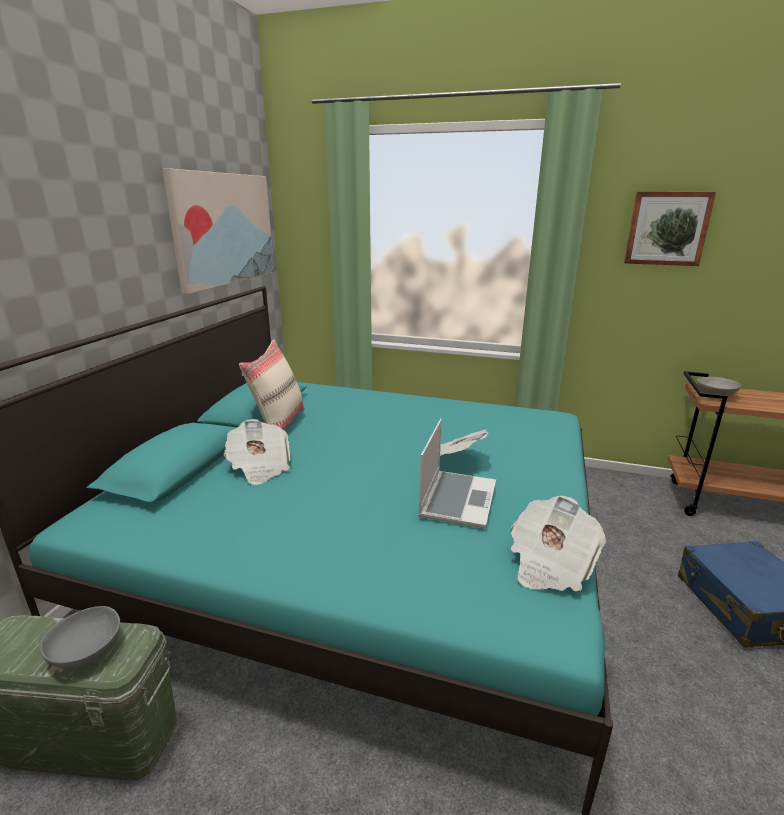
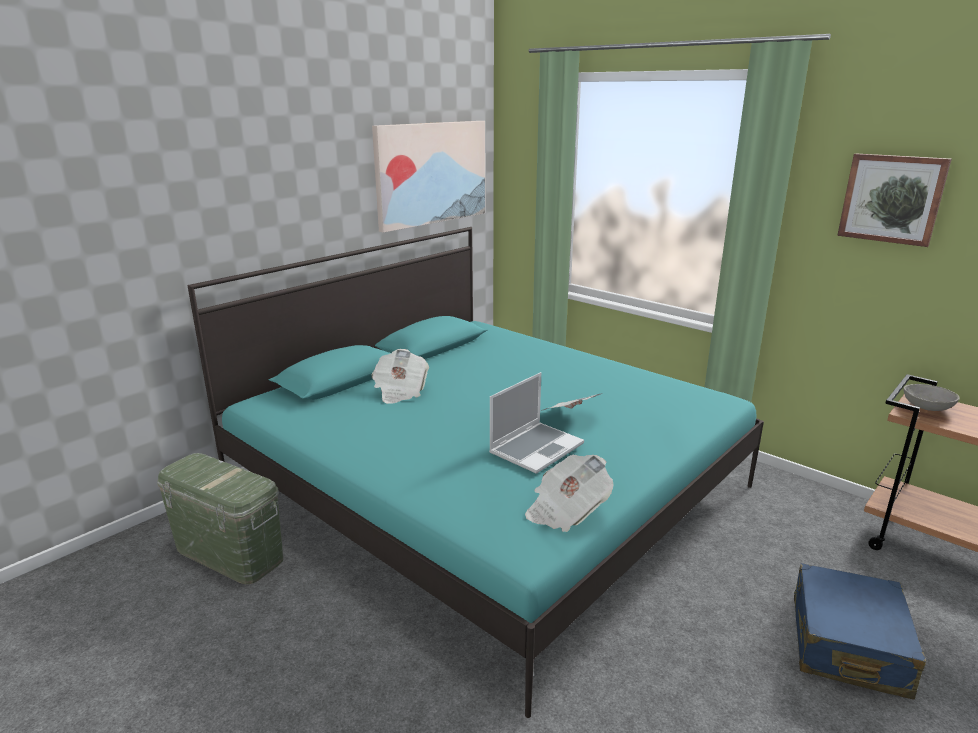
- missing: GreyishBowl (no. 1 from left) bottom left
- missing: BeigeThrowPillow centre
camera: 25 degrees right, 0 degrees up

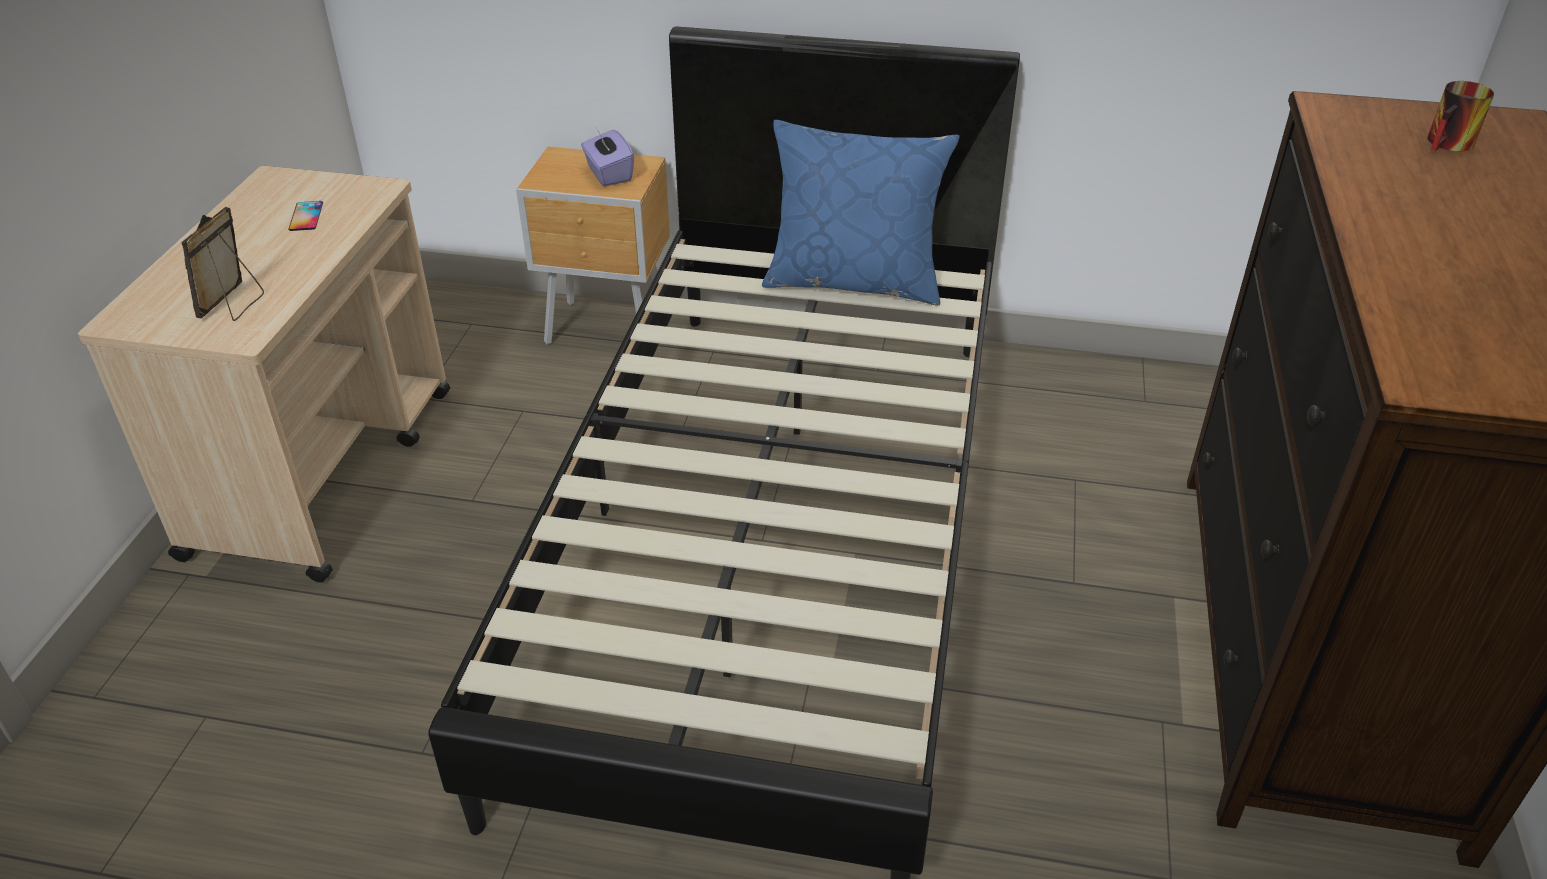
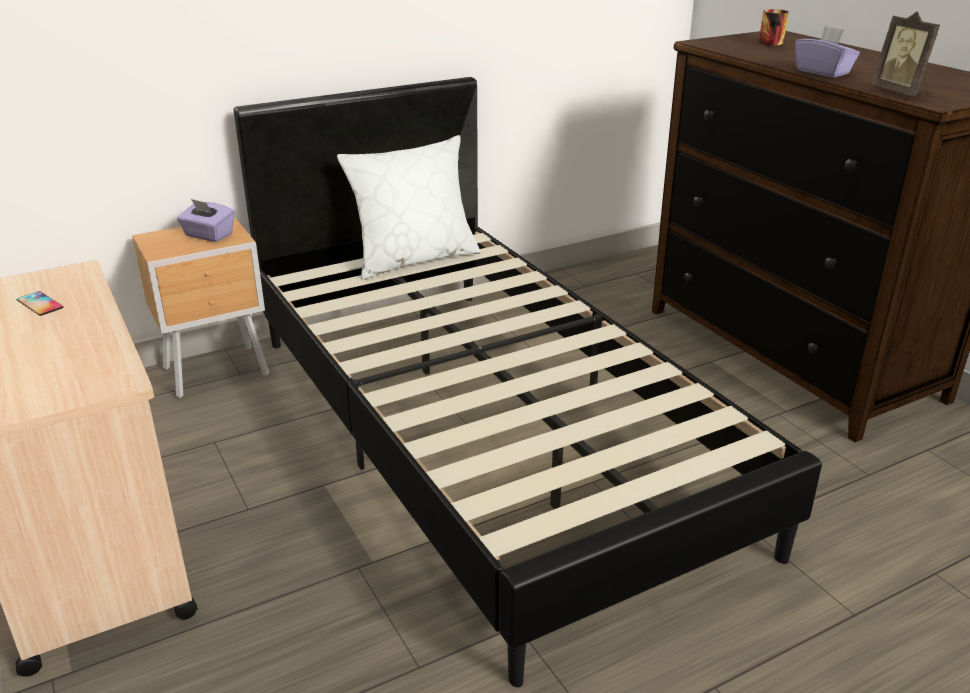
- relocated: PictureFrame top left to top right
- colour: BluishThrowPillow top centre to WhiteColouredThrowPillow top centre
- appeared: PurplishTissueBox (no. 2 from left) top right
camera: 40 degrees left, 10 degrees down

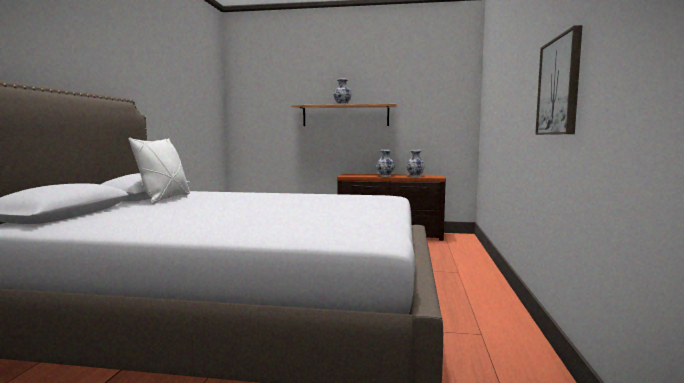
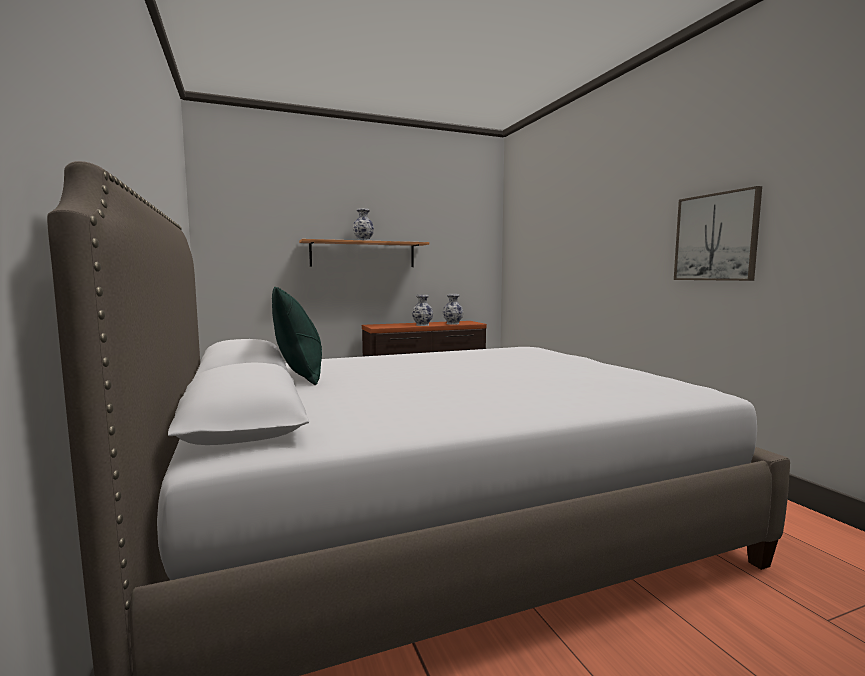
- colour: WhiteColouredThrowPillow middle left to GreenThrowPillow centre
camera: 30 degrees left, 0 degrees up

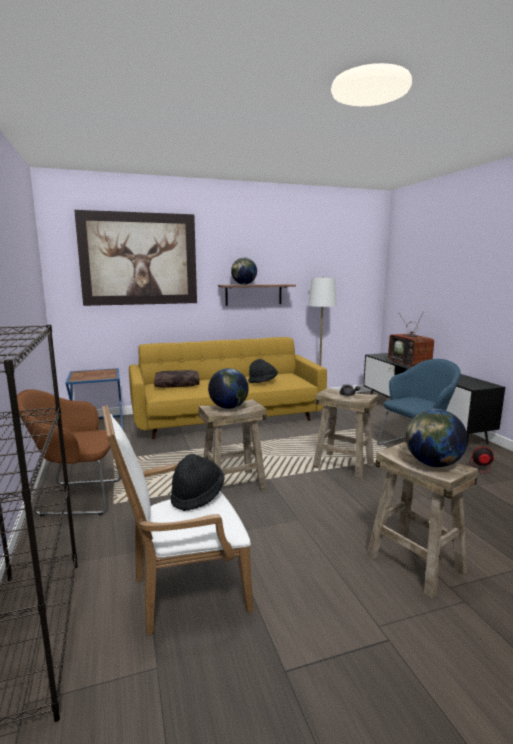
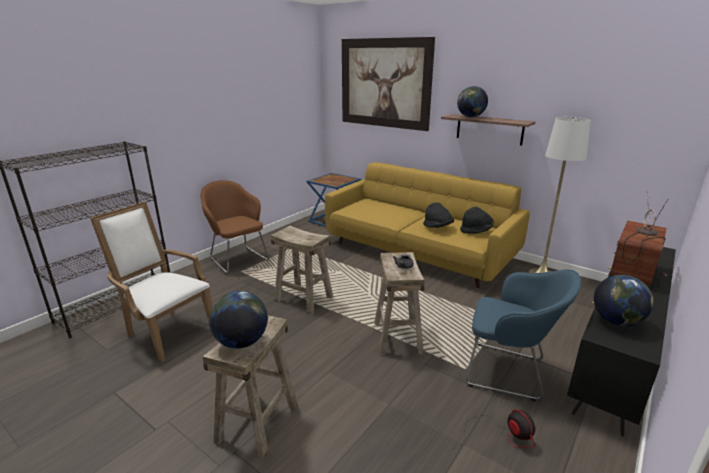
- missing: BrownishThrowPillow centre
- relocated: BlackishWearableHat (no. 1 from left in the first image) centre to BlackishWearableHat (no. 2 from left) middle right
- relocated: Globe (no. 1 from left in the first image) centre to Globe (no. 3 from left) middle right
camera: 55 degrees right, 10 degrees up

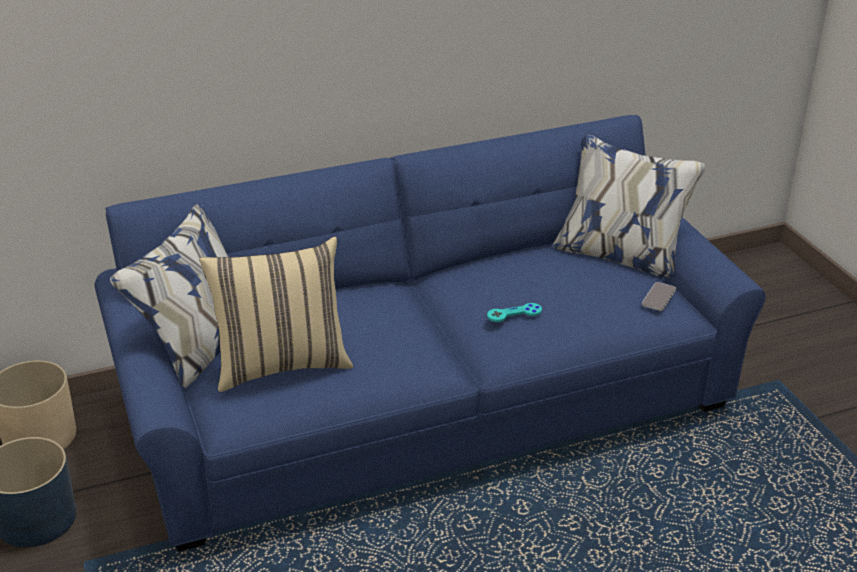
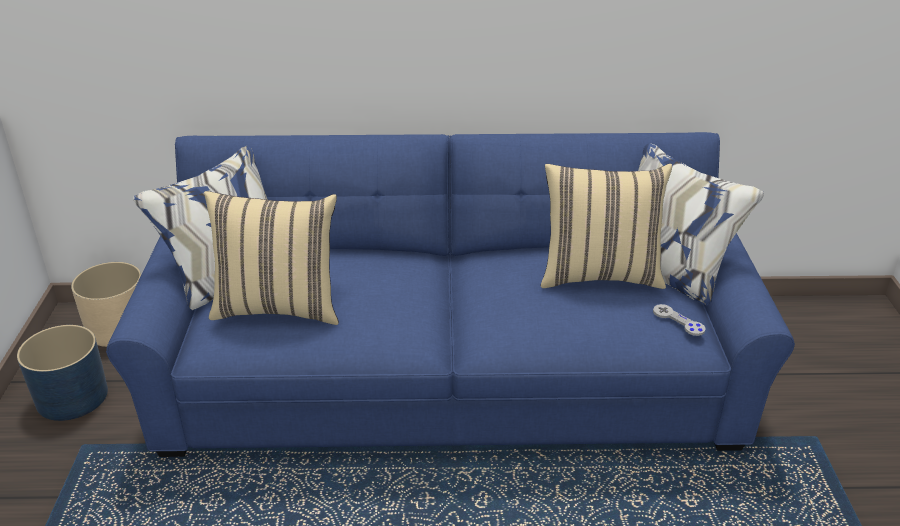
- missing: TurquoiseGamepad centre
- exchanged: Telephone middle right to GreyishGamepad middle right
- appeared: BeigeThrowPillow (no. 2 from left) middle right
camera: 20 degrees right, 0 degrees up

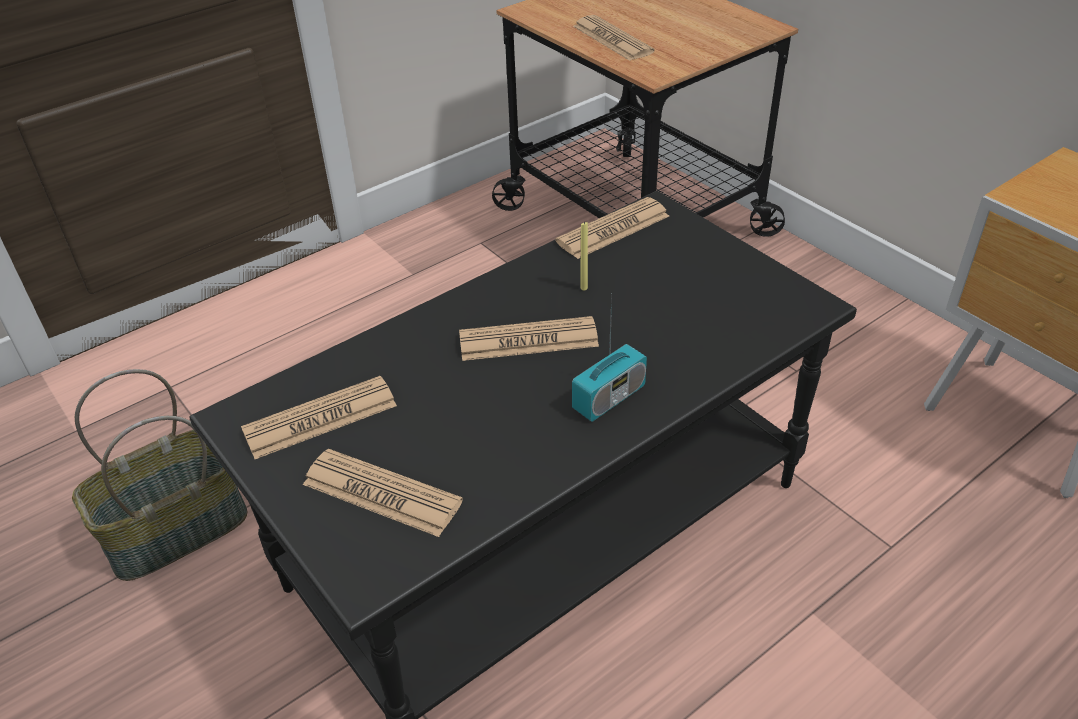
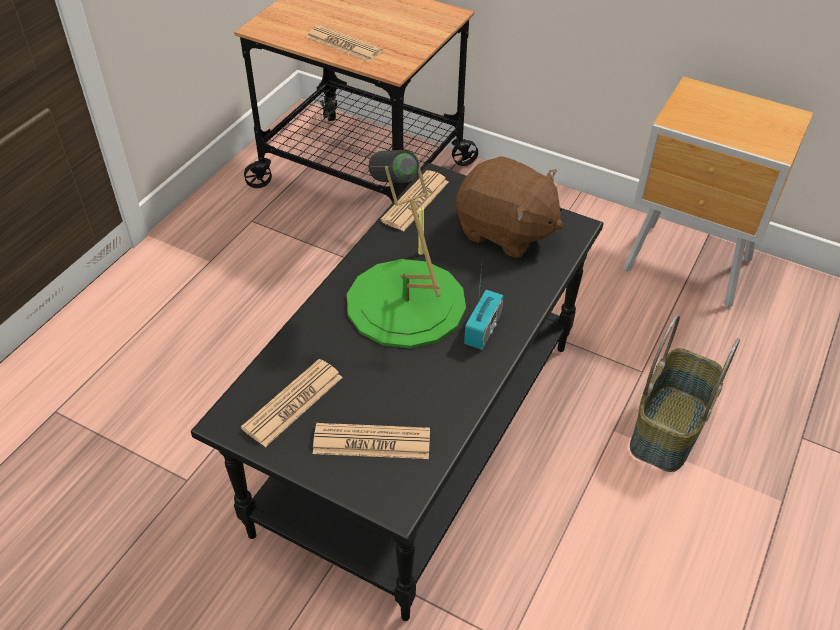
- relocated: HouseholdBasket middle left to middle right
- exchanged: PrintedPaper (no. 3 from left) centre to GreenLampForATable centre
- appeared: BrownishPlushToy top centre
camera: 25 degrees left, 5 degrees up

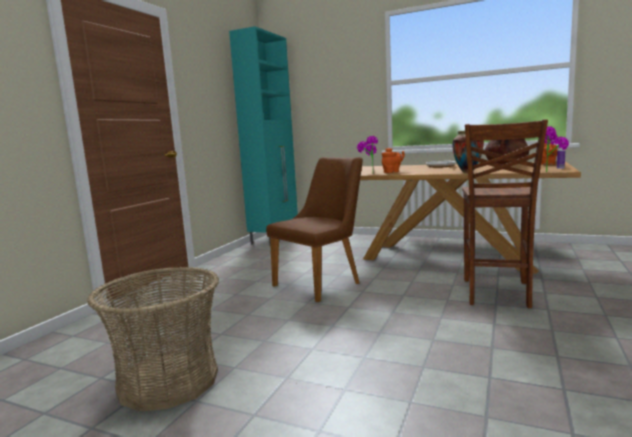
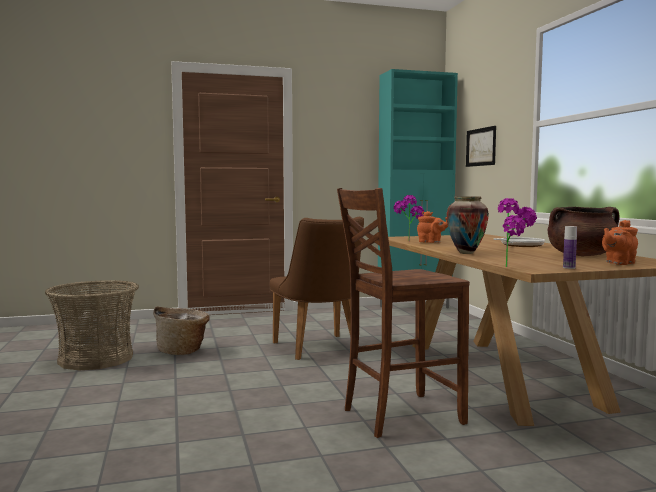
- spun: BrownishUprightChair (no. 1 from left) centre = centre 60 degrees clockwise
- appeared: HouseholdBasket (no. 2 from left) bottom left
- appeared: WallArt top right
camera: 50 degrees right, 5 degrees down

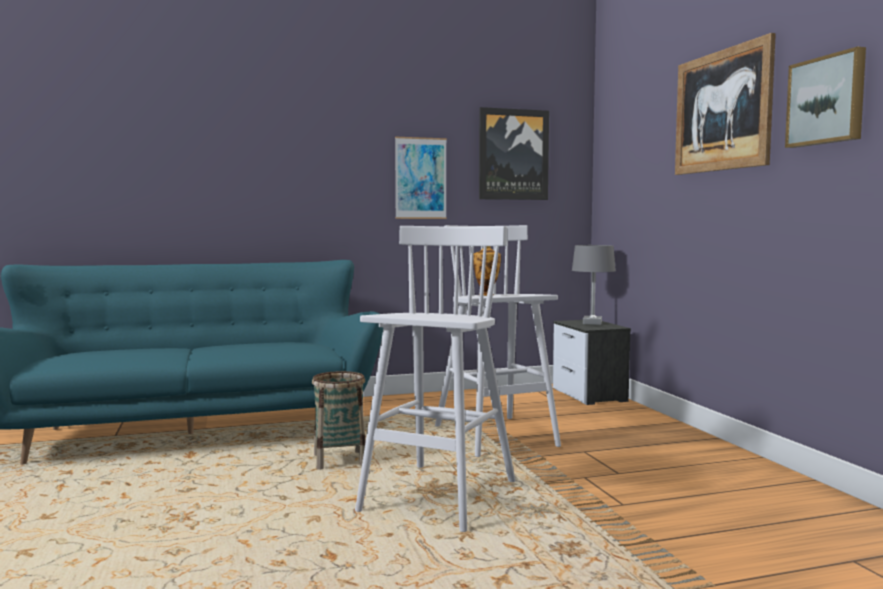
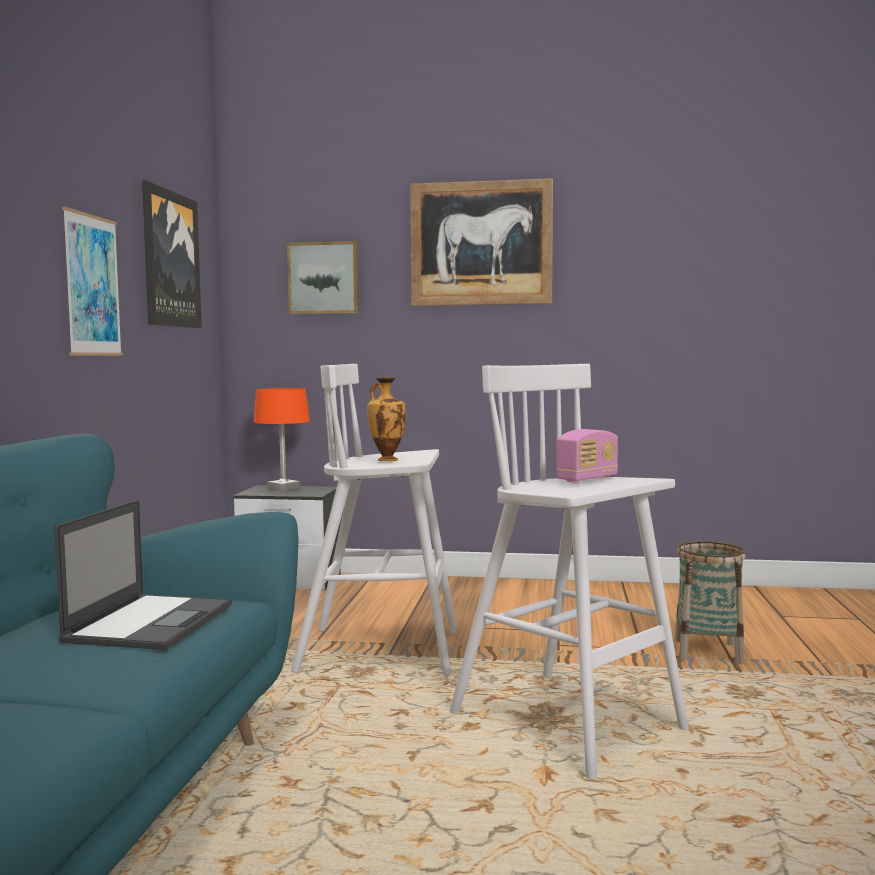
- relocated: HouseholdBasket bottom centre to bottom right
- colour: GreyishLampForATable middle right to OrangeColouredLampForATable middle left
- relocated: WallArt (no. 4 from left in the first image) top right to WallArt (no. 3 from left) top centre
- appeared: Laptop middle left
- appeared: Radio middle right
camera: 65 degrees left, 0 degrees up

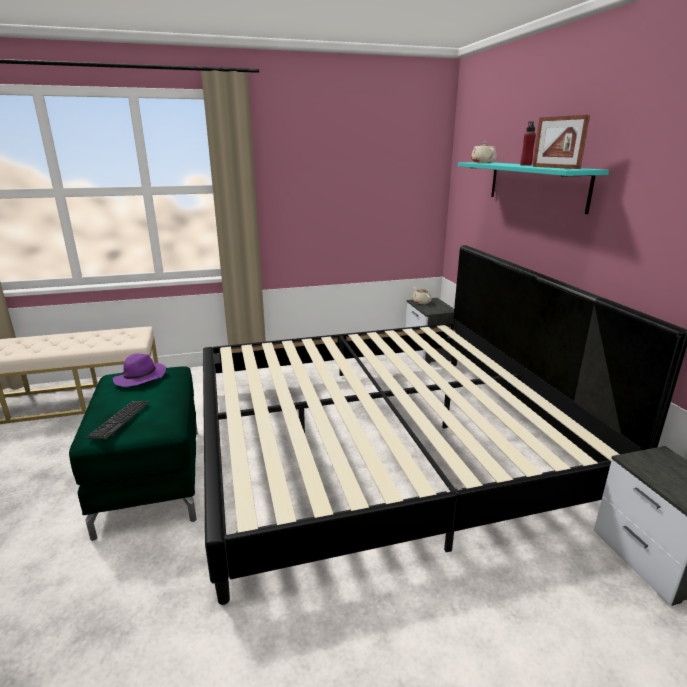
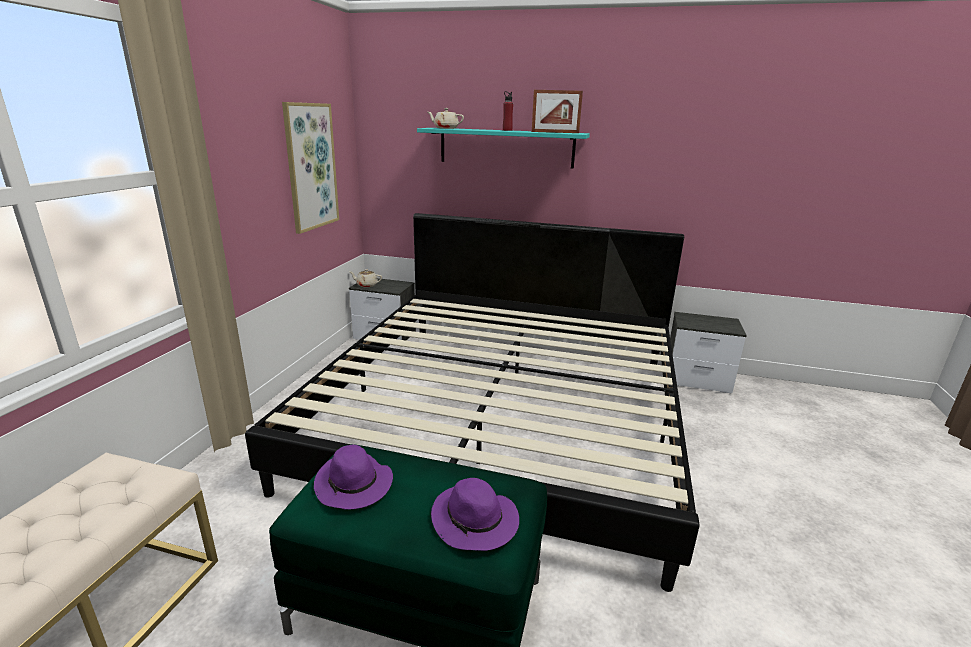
- exchanged: ComputerKeyboard middle left to PurplishWearableHat (no. 2 from left) bottom centre
- appeared: WallArt top left
camera: 60 degrees left, 0 degrees up

